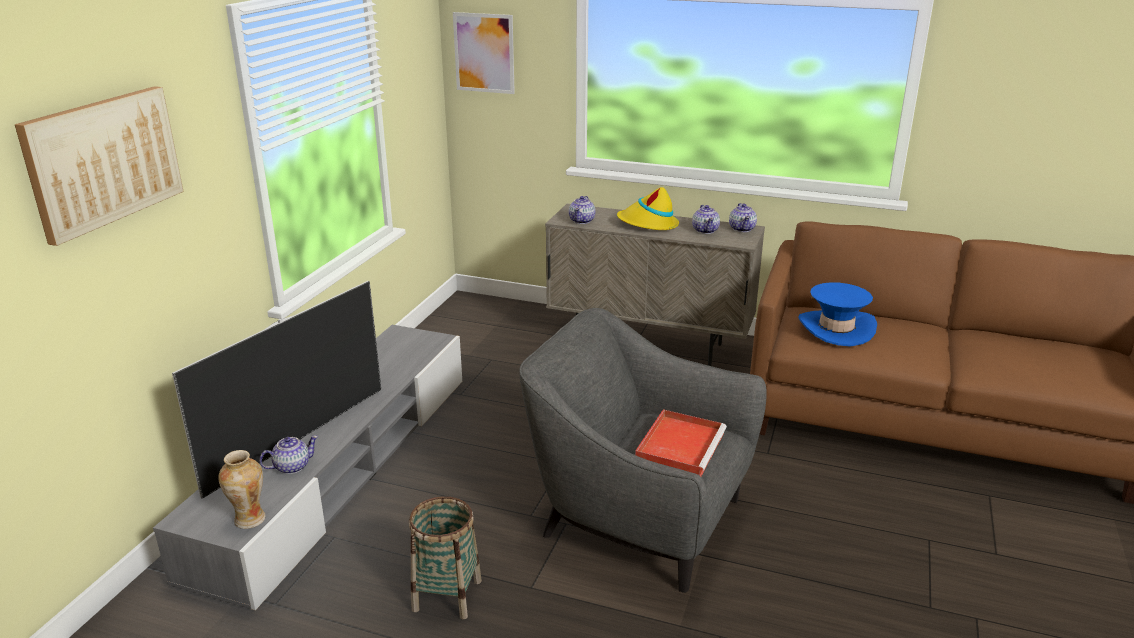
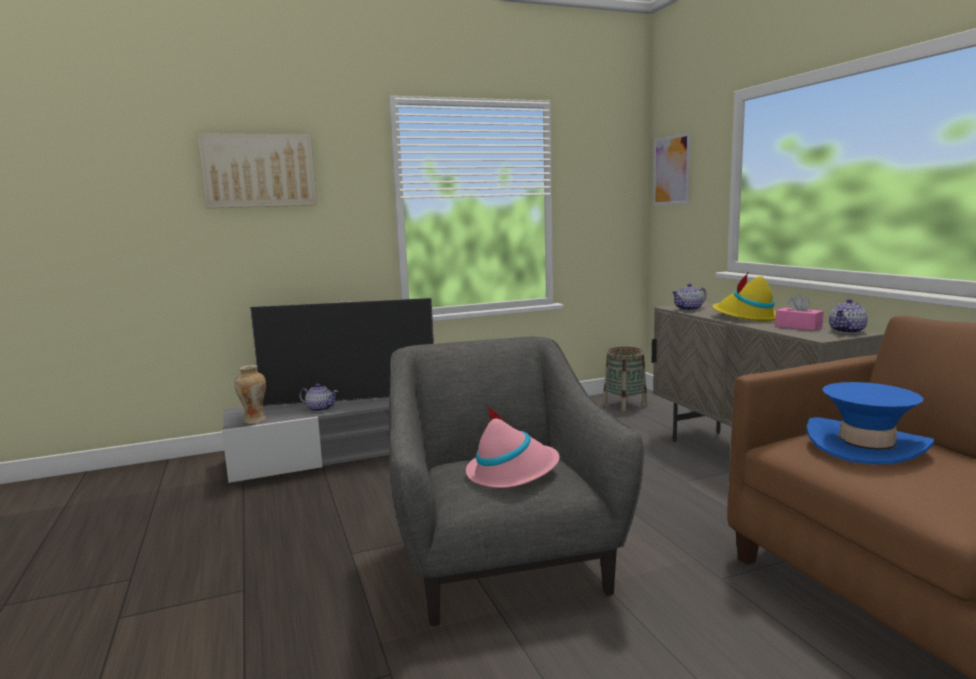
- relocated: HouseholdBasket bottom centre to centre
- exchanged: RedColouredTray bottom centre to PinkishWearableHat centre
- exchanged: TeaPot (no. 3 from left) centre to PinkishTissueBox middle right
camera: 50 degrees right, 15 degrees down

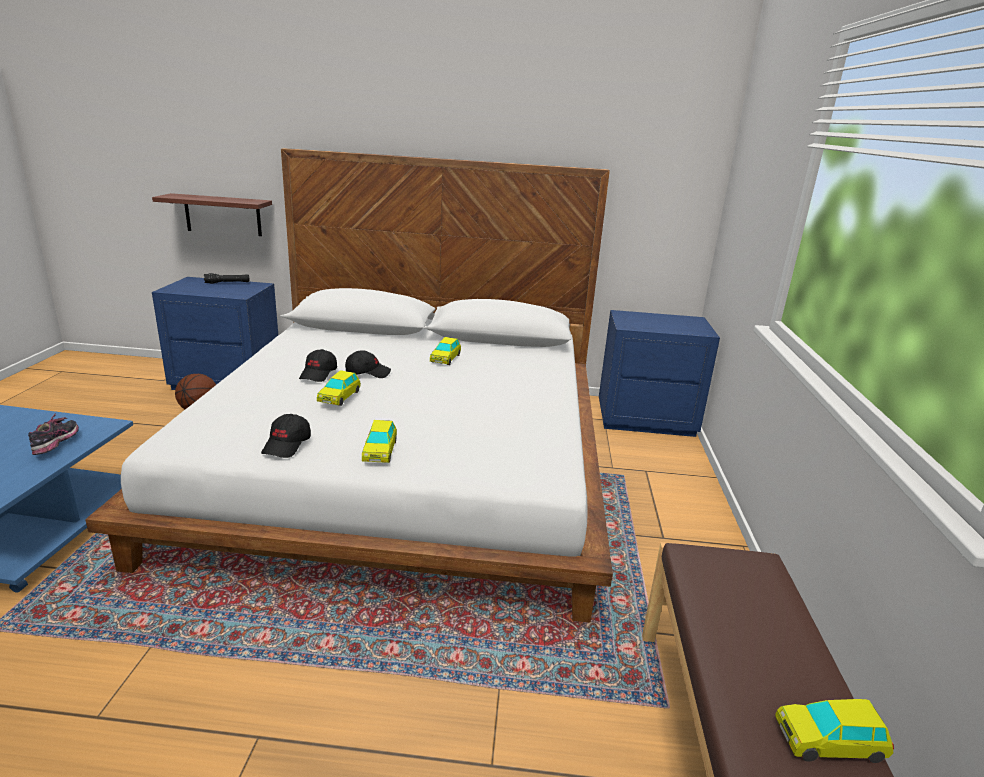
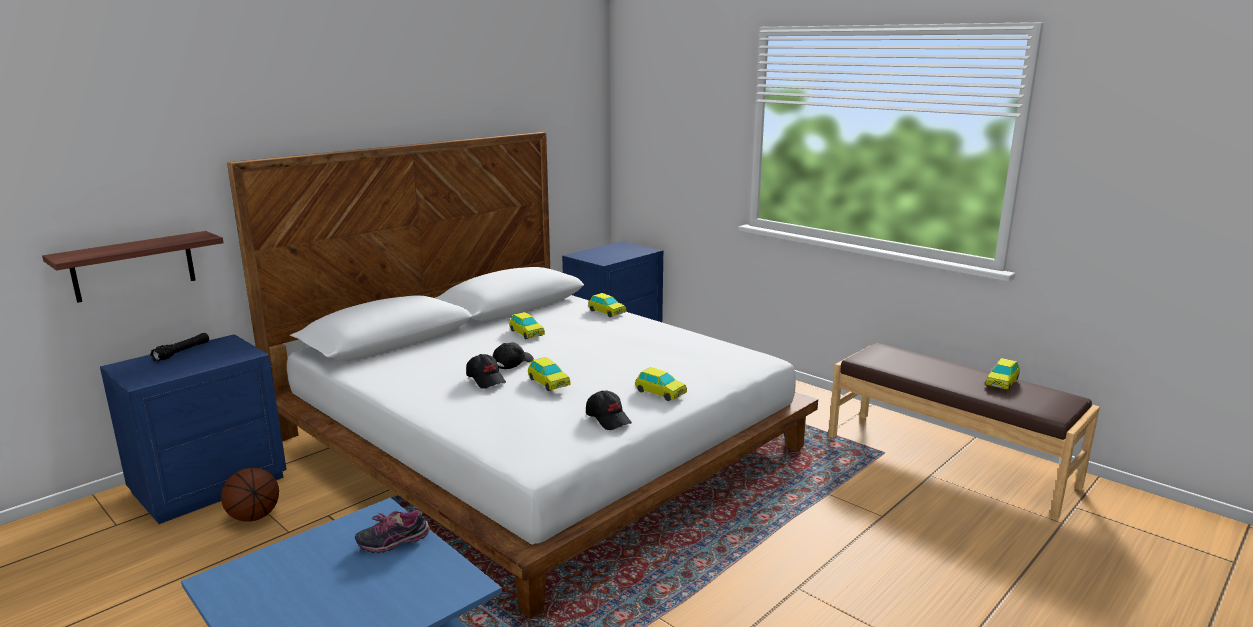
- spun: ItemOfFootwear middle left = bottom left 60 degrees counterclockwise
- appeared: ModelCar (no. 3 from left) centre
camera: 50 degrees left, 5 degrees down

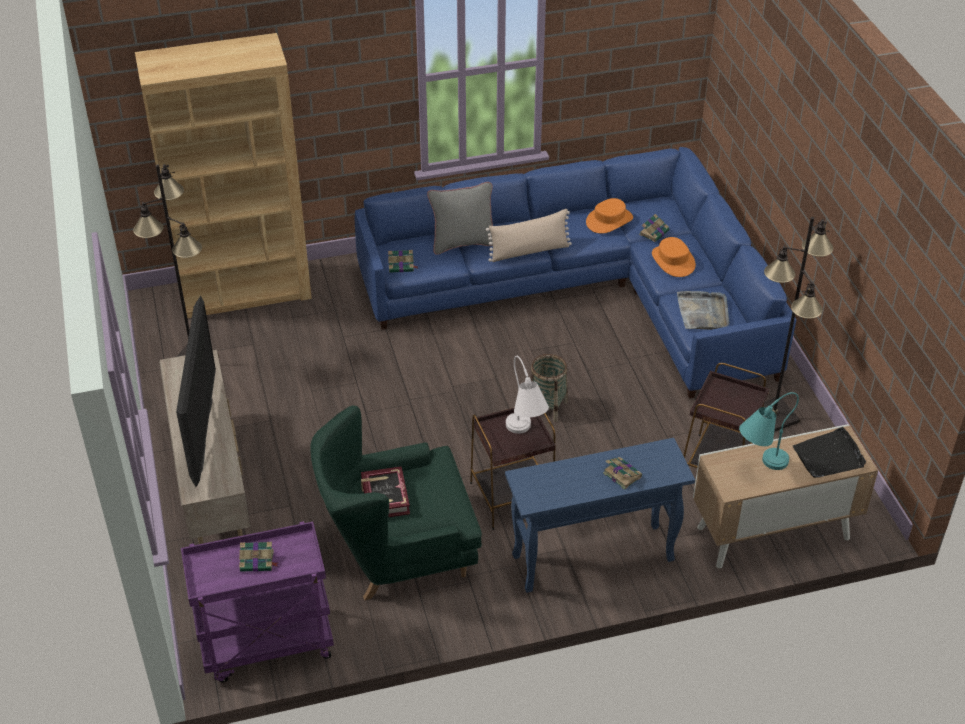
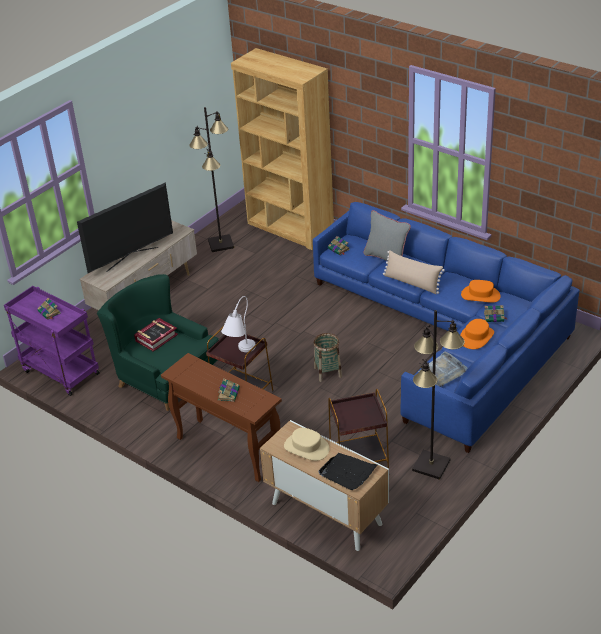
- colour: BluishConsoleTable bottom centre to BrownishConsoleTable centre
- exchanged: TurquoiseLampForATable middle right to BeigeWearableHat bottom centre
camera: 55 degrees right, 5 degrees down

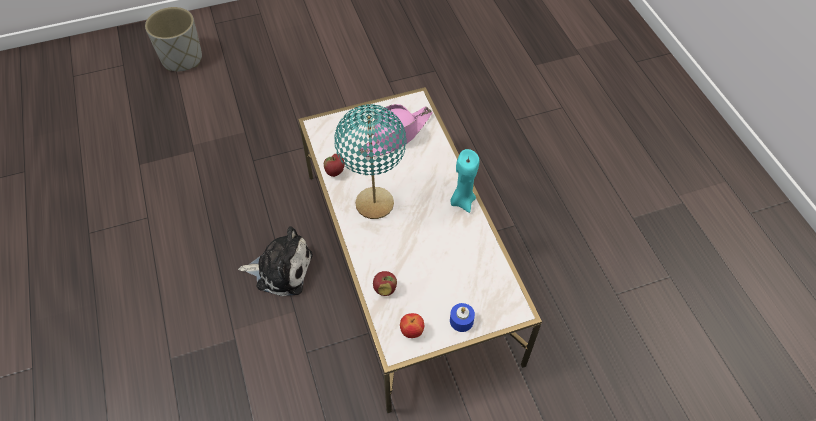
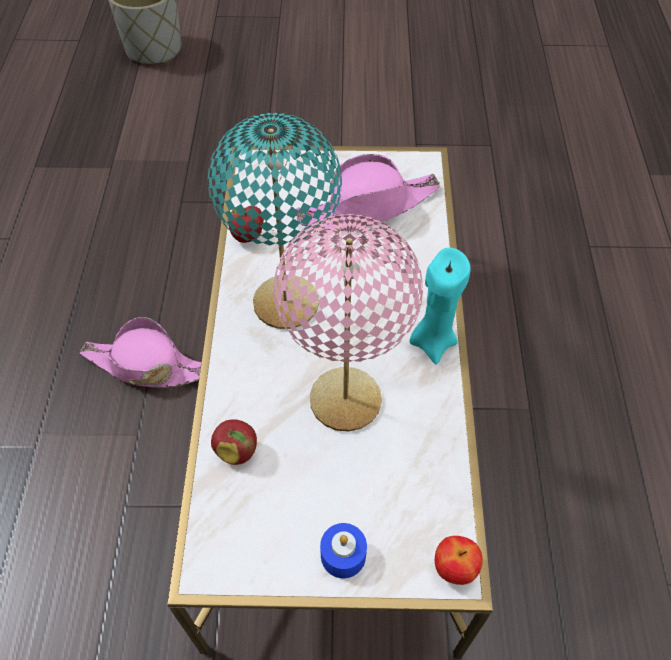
- exchanged: PlushToy centre to PinkishWearableHat (no. 1 from left) middle left
- relocated: WholeApple (no. 3 from left) bottom centre to bottom right
- appeared: PinkishLampForATable centre
camera: 20 degrees right, 0 degrees up

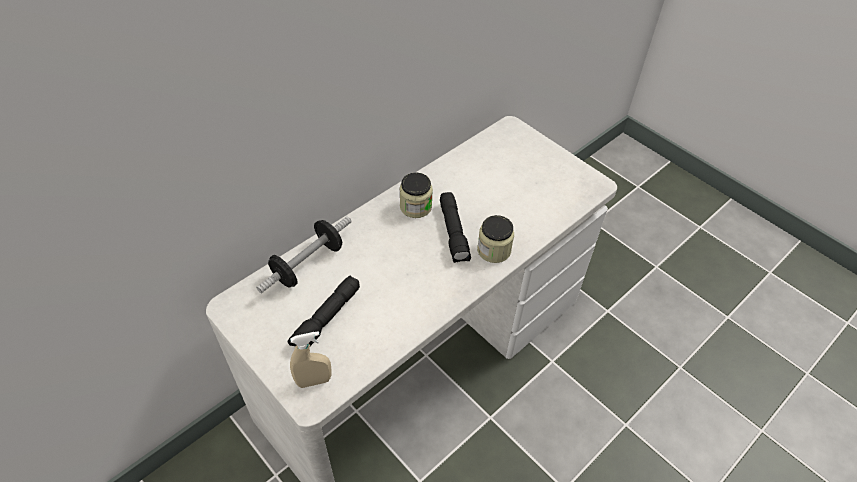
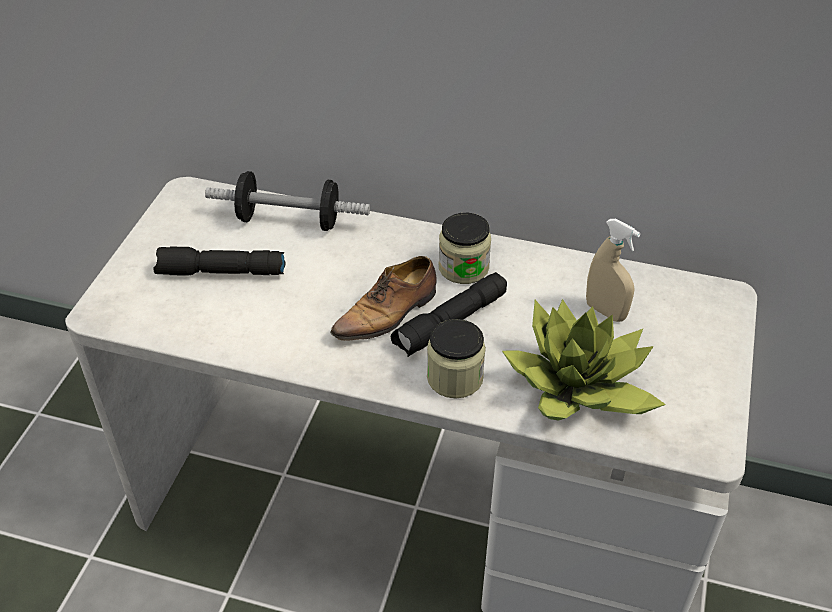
- relocated: BeigeHandSprayer bottom centre to middle right
- appeared: ItemOfFootwear centre
- appeared: PottedPlant middle right
camera: 60 degrees right, 5 degrees down

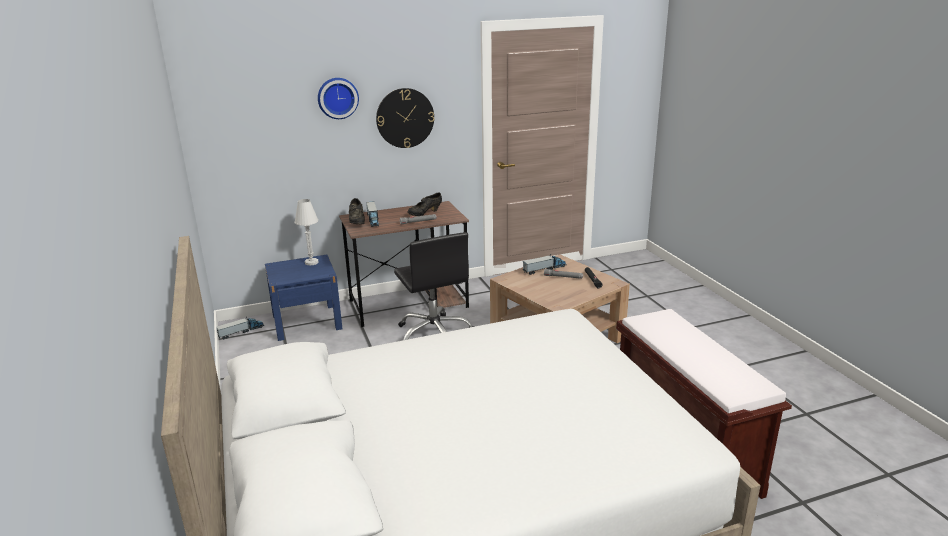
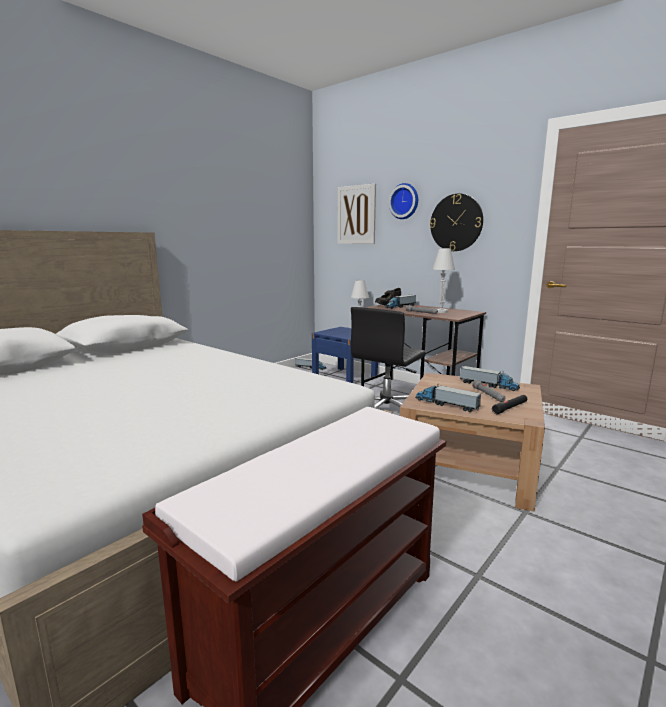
- exchanged: BlackishItemOfFootwear (no. 2 from left) centre to WhiteColouredLampForATable (no. 2 from left) centre
- appeared: WallArt top centre
- appeared: ModelTruck (no. 3 from left) middle right
camera: 60 degrees right, 10 degrees down

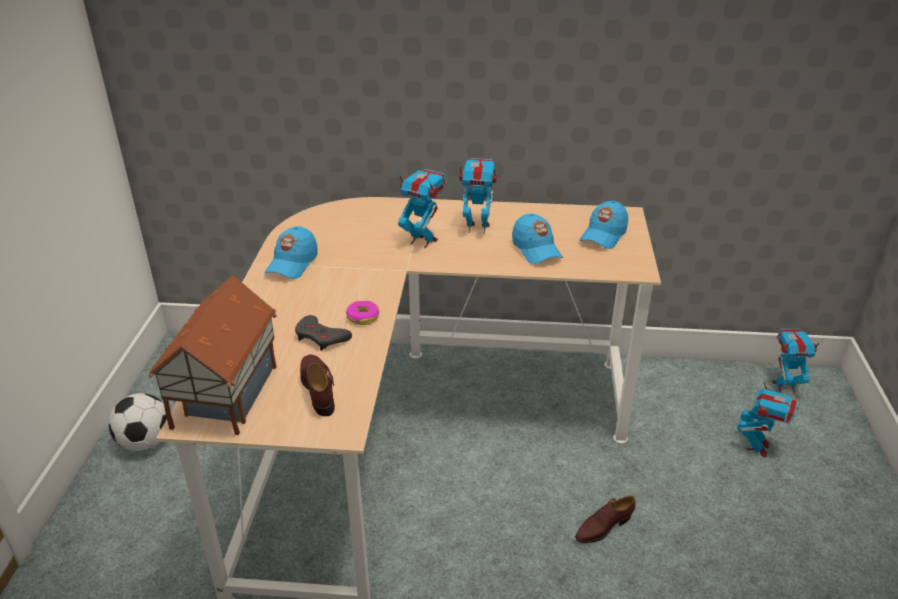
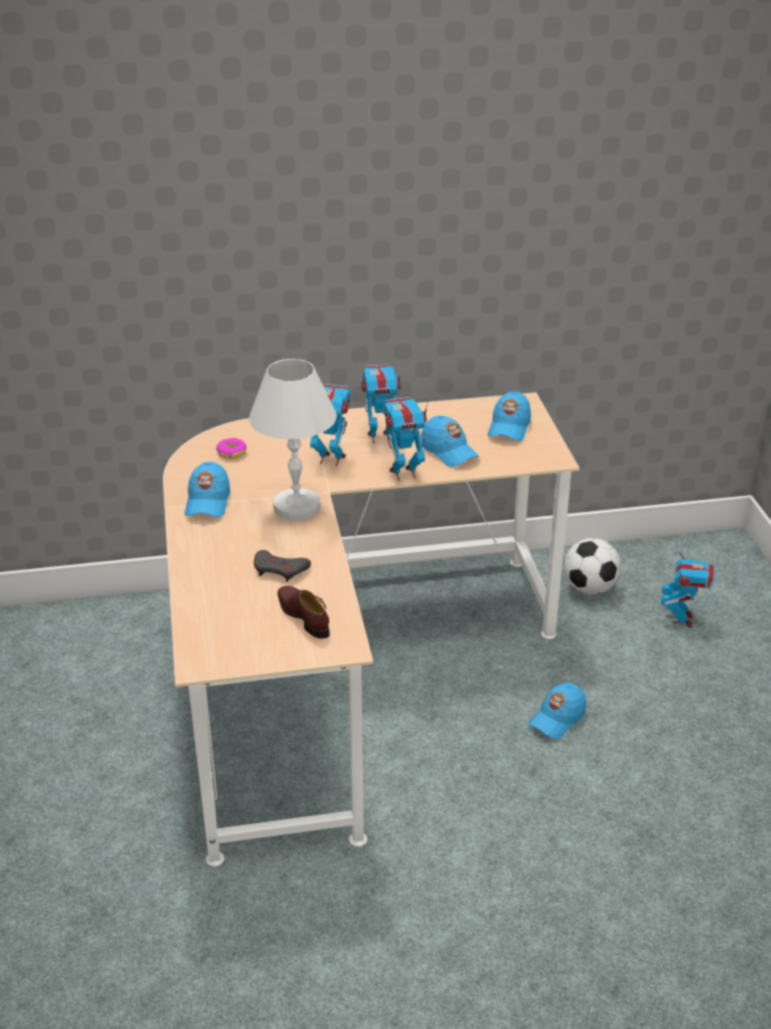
- relocated: FootballBall bottom left to middle right
- missing: ToyHouse middle left
- relocated: Doughnut centre to middle left
- exchanged: BrownishItemOfFootwear (no. 2 from left) bottom right to BluishPeakedCap (no. 4 from left) bottom right
- relocated: ToyRobot (no. 4 from left in the first image) middle right to ToyRobot (no. 3 from left) centre
- appeared: WhiteColouredLampForATable centre
camera: 15 degrees left, 0 degrees up

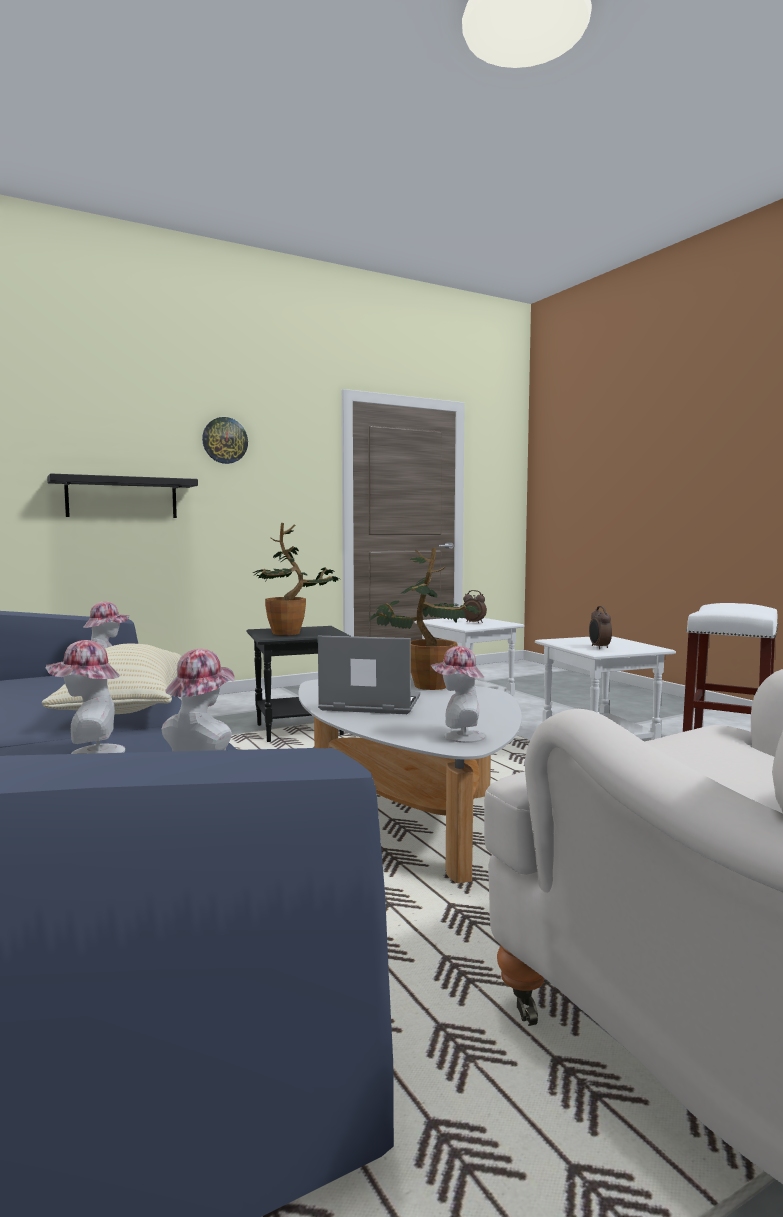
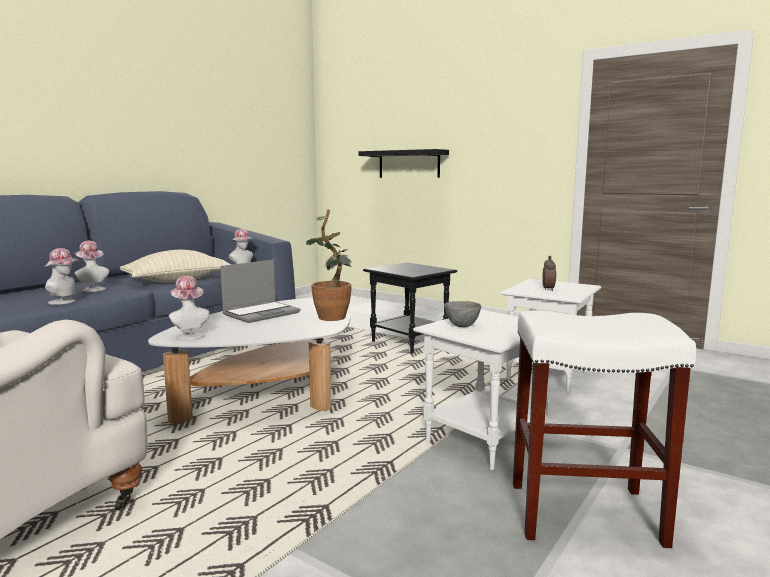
- missing: WallClock middle left
- missing: PottedPlant (no. 1 from left) centre
- spun: Laptop centre = centre 60 degrees clockwise
- exchanged: AlarmClock (no. 2 from left) middle right to GreyishBowl centre
camera: 65 degrees right, 5 degrees up

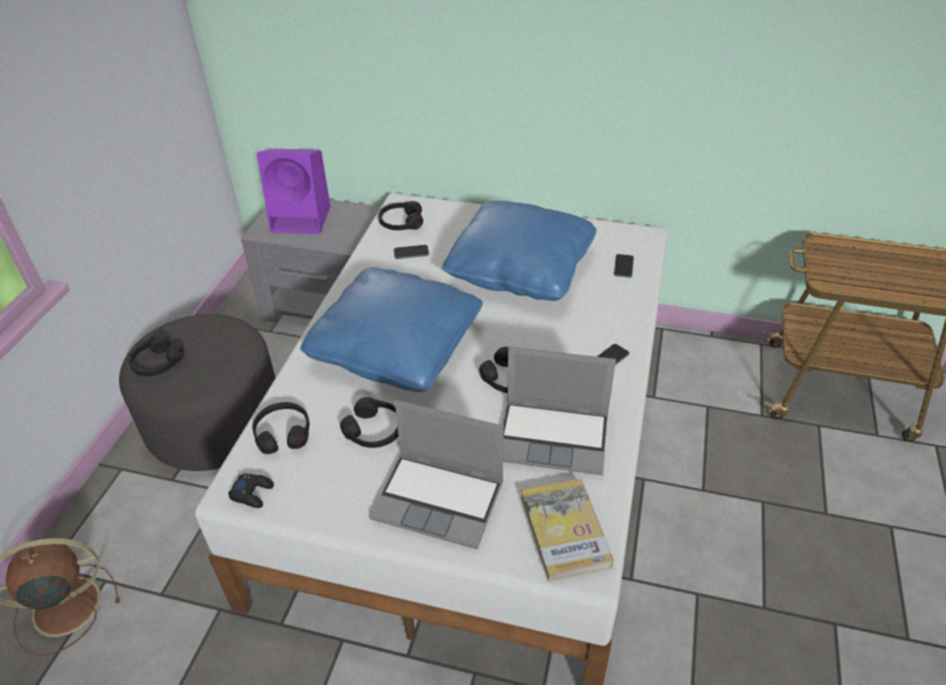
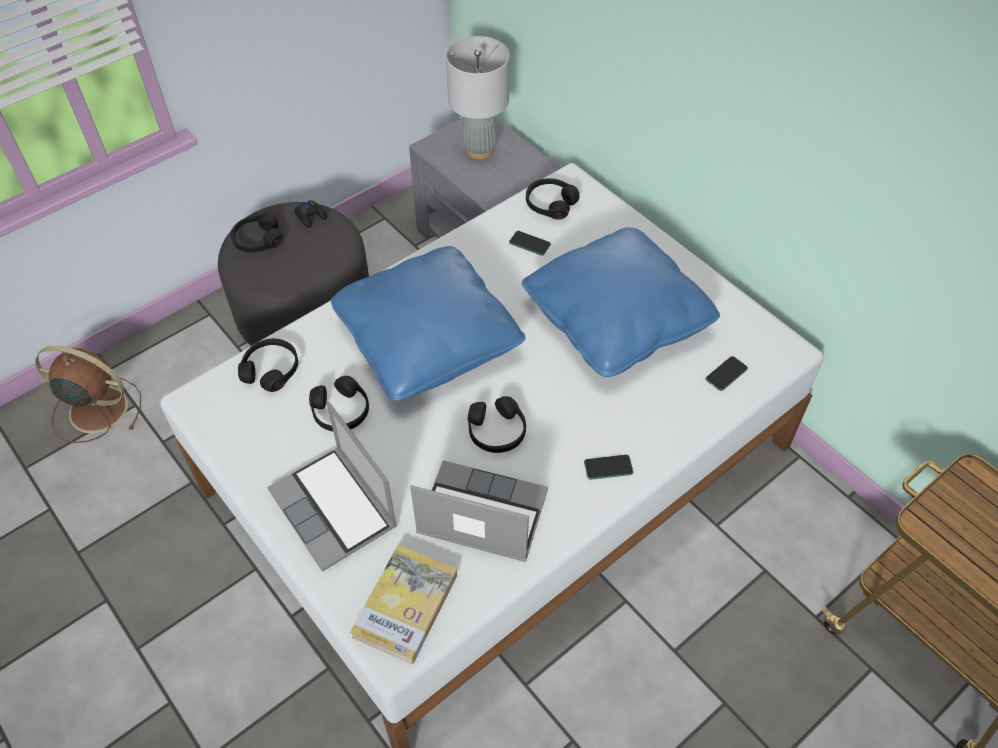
- relocated: BlackishGamepad bottom left to top left
- exchanged: PurplishSpeaker top left to GreyishLampForATable top centre
- spun: Laptop (no. 2 from left) centre = bottom centre 150 degrees clockwise
camera: 35 degrees right, 10 degrees up

